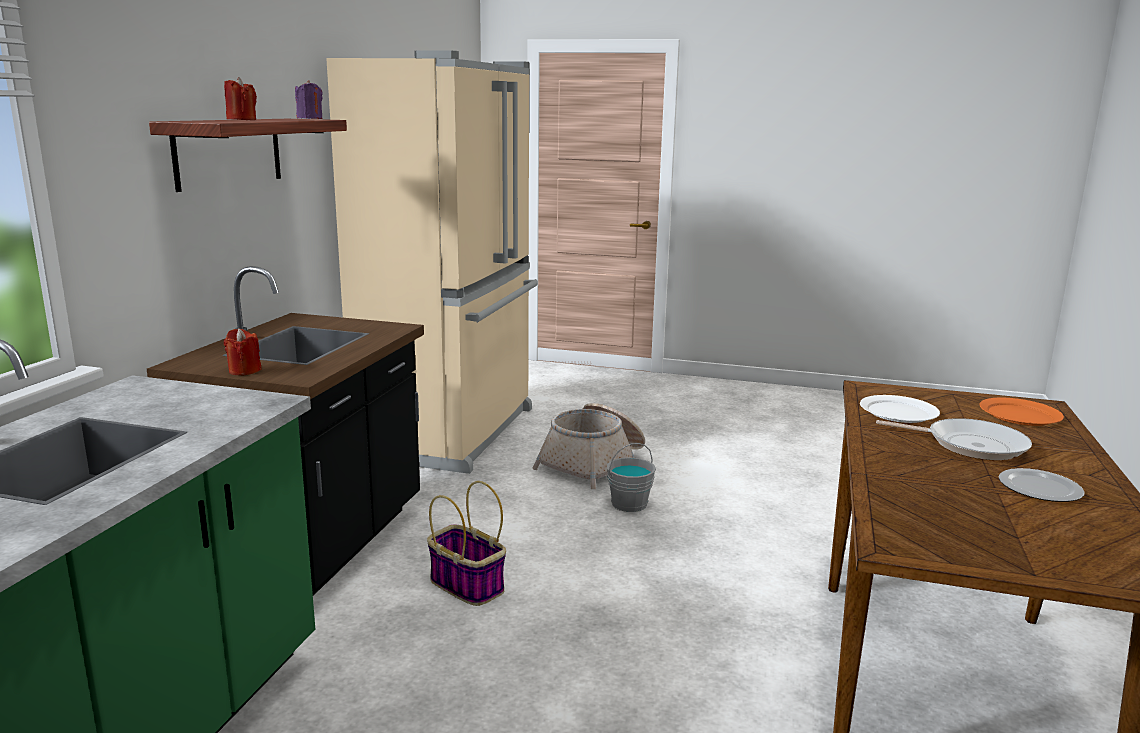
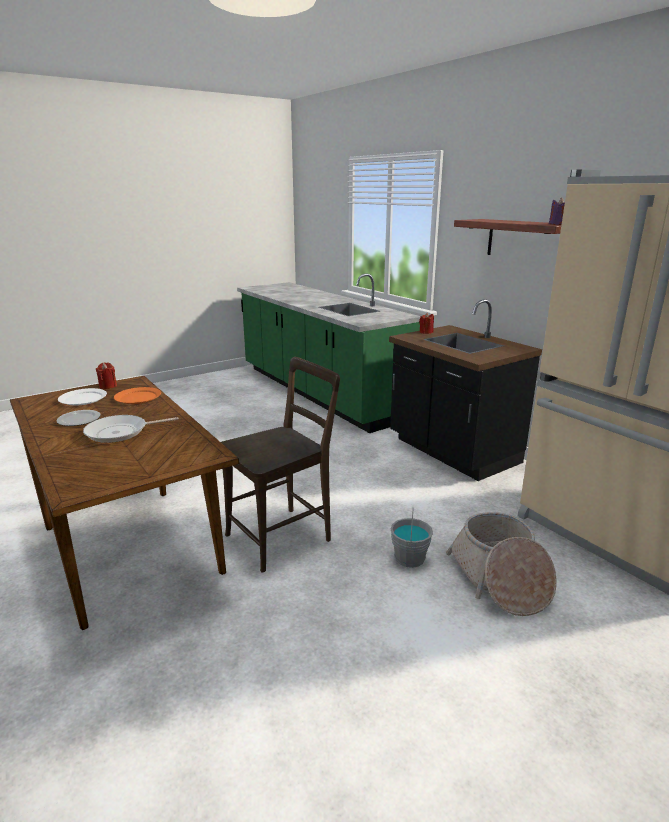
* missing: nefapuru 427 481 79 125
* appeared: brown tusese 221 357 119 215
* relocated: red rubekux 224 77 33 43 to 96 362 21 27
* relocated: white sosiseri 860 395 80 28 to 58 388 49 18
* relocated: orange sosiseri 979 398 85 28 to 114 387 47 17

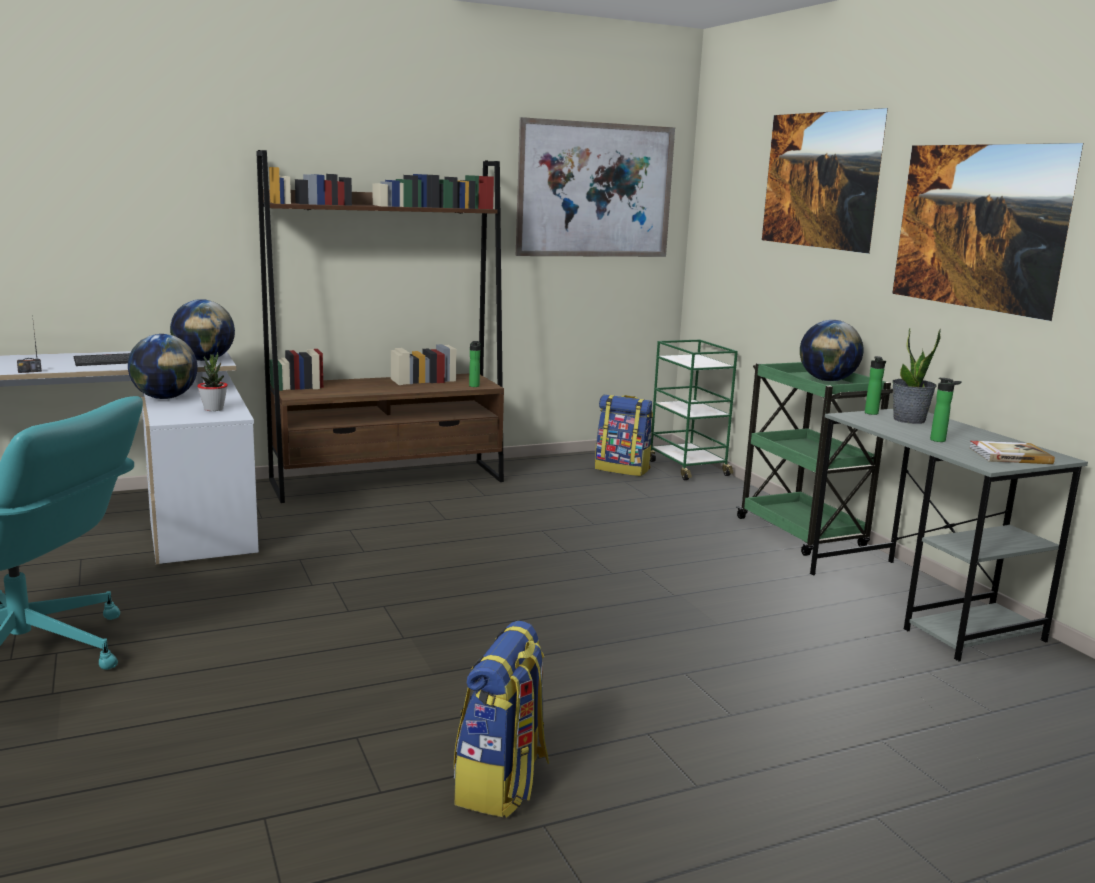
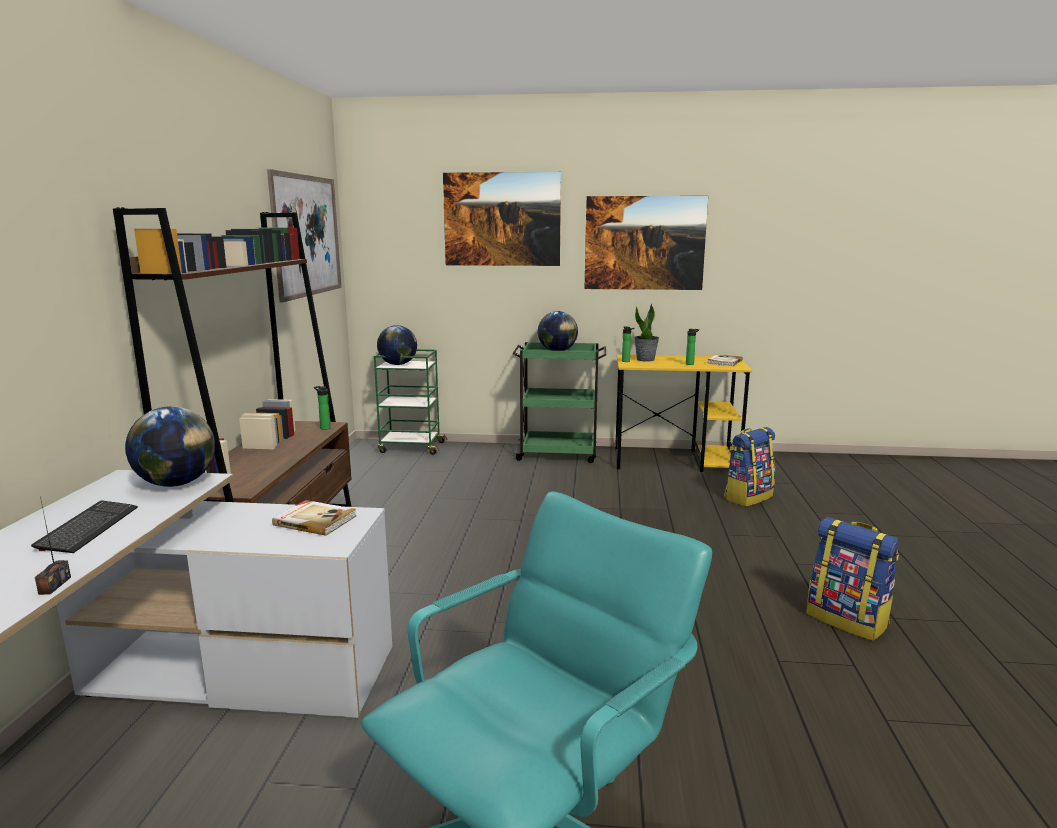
* relocated: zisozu 128 334 70 65 to 377 325 40 40
* relocated: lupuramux 595 395 58 81 to 724 427 51 80
* exchanged: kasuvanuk 197 352 31 59 to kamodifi 272 500 84 36
* colour: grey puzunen 810 409 278 252 to yellow puzunen 615 354 137 118

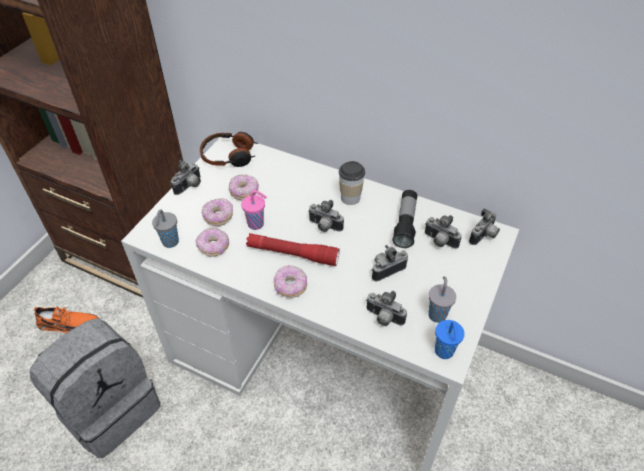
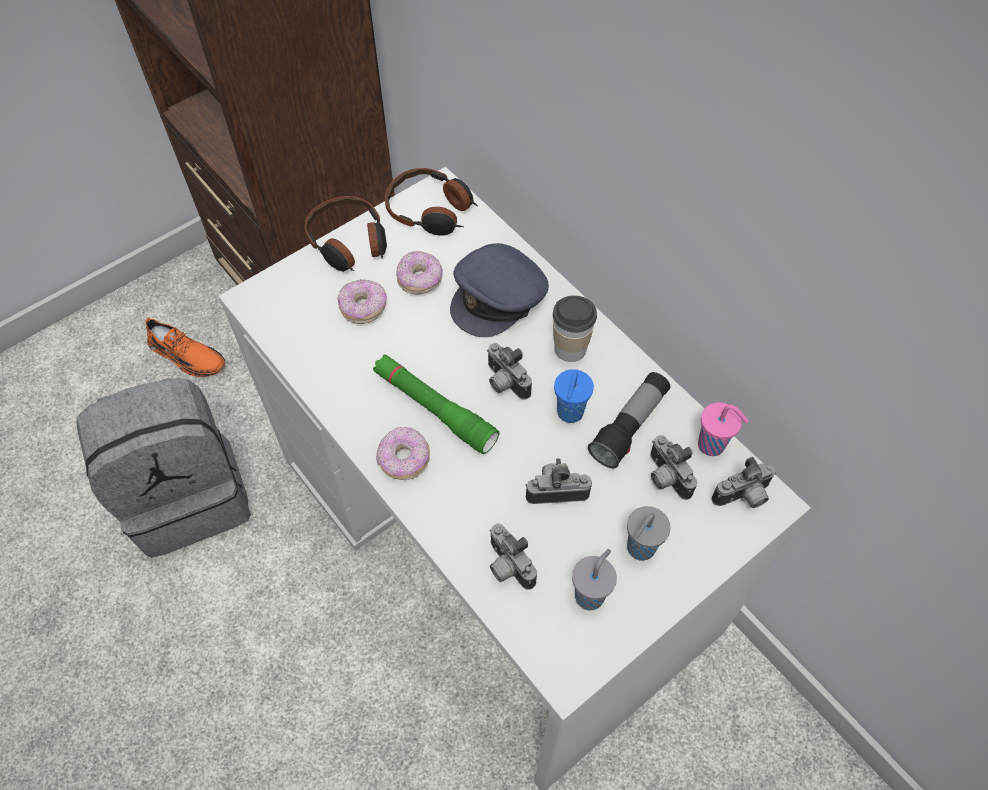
* missing: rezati 196 227 33 30
* appeared: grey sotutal 450 243 99 94
* relocated: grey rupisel 152 209 27 39 to 627 506 43 55
* relocated: pink rupisel 241 190 26 40 to 698 402 51 54
* relocated: blue rupisel 435 320 29 39 to 554 369 40 54
* exchanged: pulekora 171 160 30 35 to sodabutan 305 196 82 76
* colour: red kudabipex 246 233 94 33 to green kudabipex 373 354 127 100

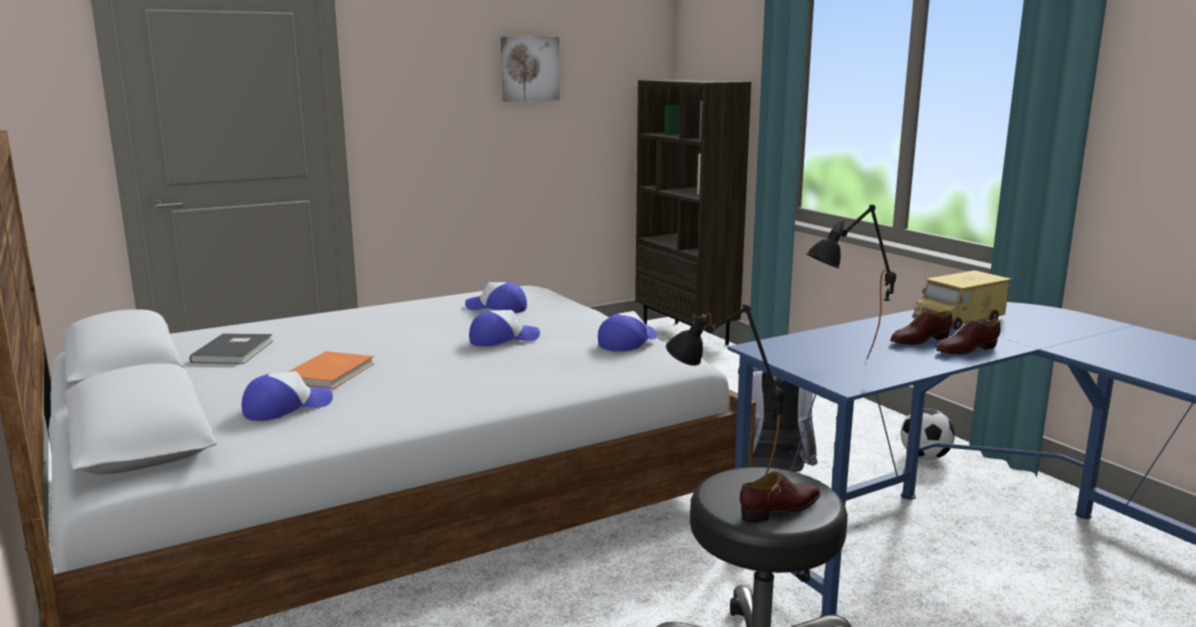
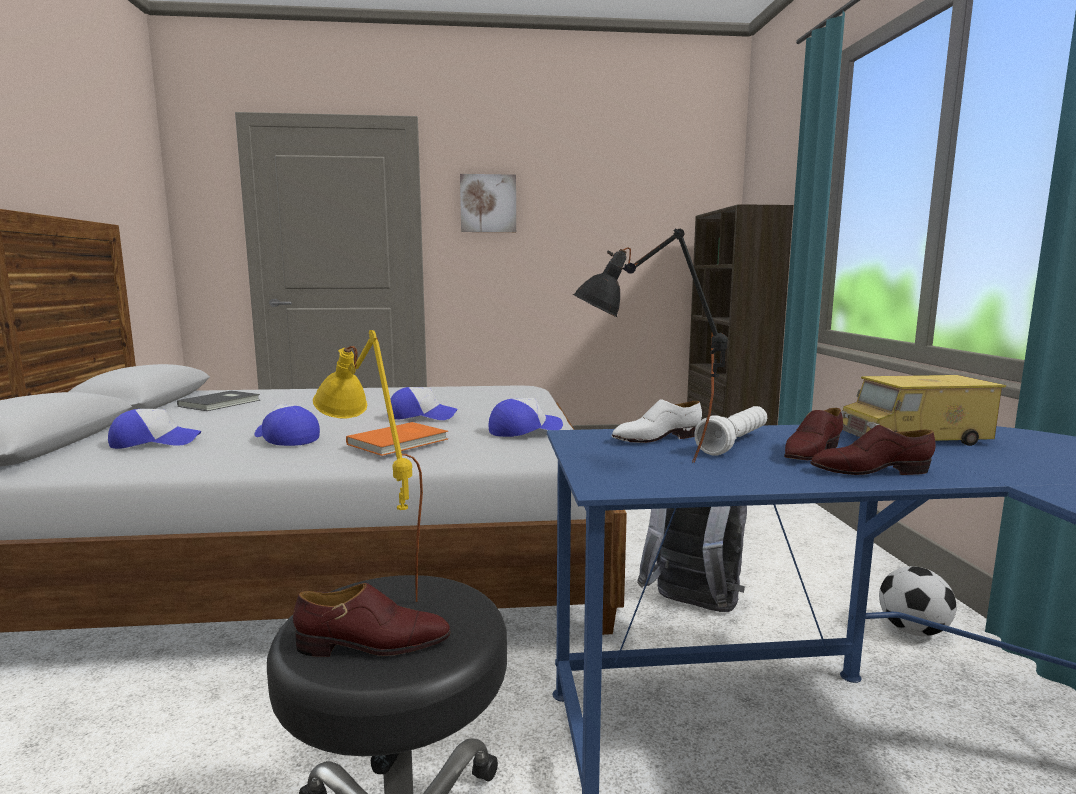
* appeared: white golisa 612 399 90 44
* appeared: white kudabipex 694 406 73 50
* relocated: orange kamodifi 288 351 86 38 to 346 422 102 34
* relocated: sotutal 465 282 62 31 to 254 404 66 42
* relocated: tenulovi 501 37 59 65 to 460 174 56 58
* colour: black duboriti 666 304 118 171 to yellow duboriti 313 330 110 272
* spun: brown golisa 890 311 62 34 = 784 408 59 52 45 degrees counterclockwise

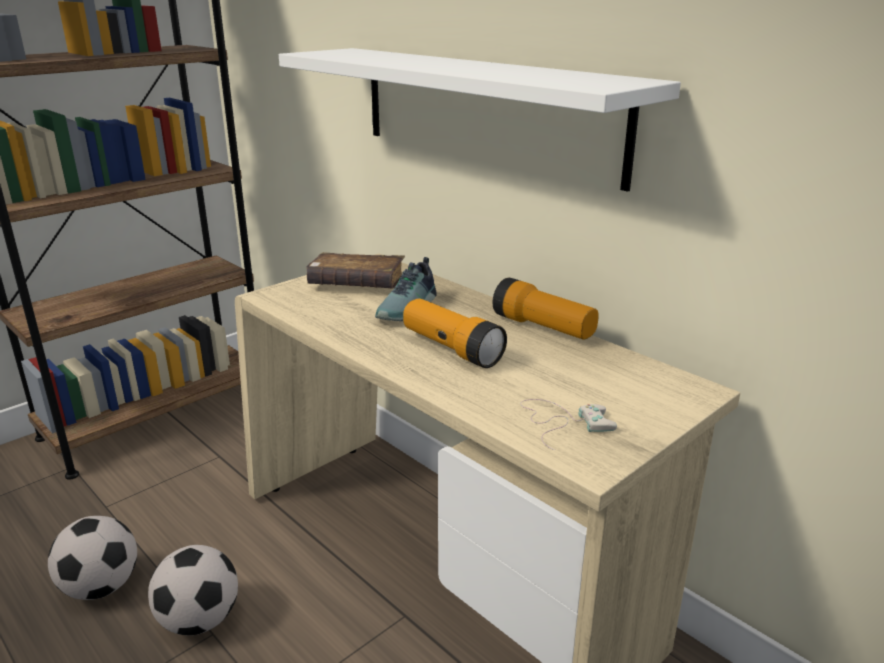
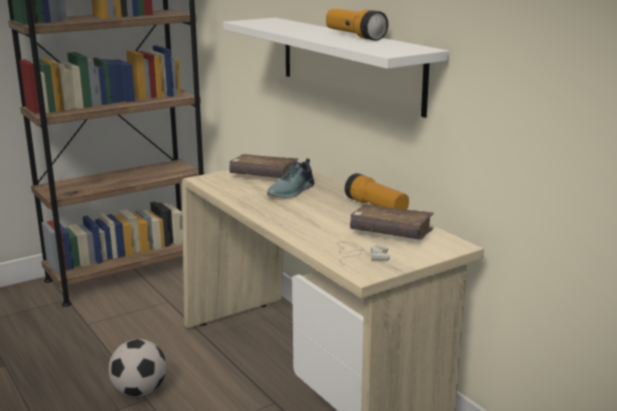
* missing: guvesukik 48 516 89 84
* appeared: brown kamodifi 350 204 84 36
* relocated: kudabipex 403 299 104 69 to 326 8 62 33

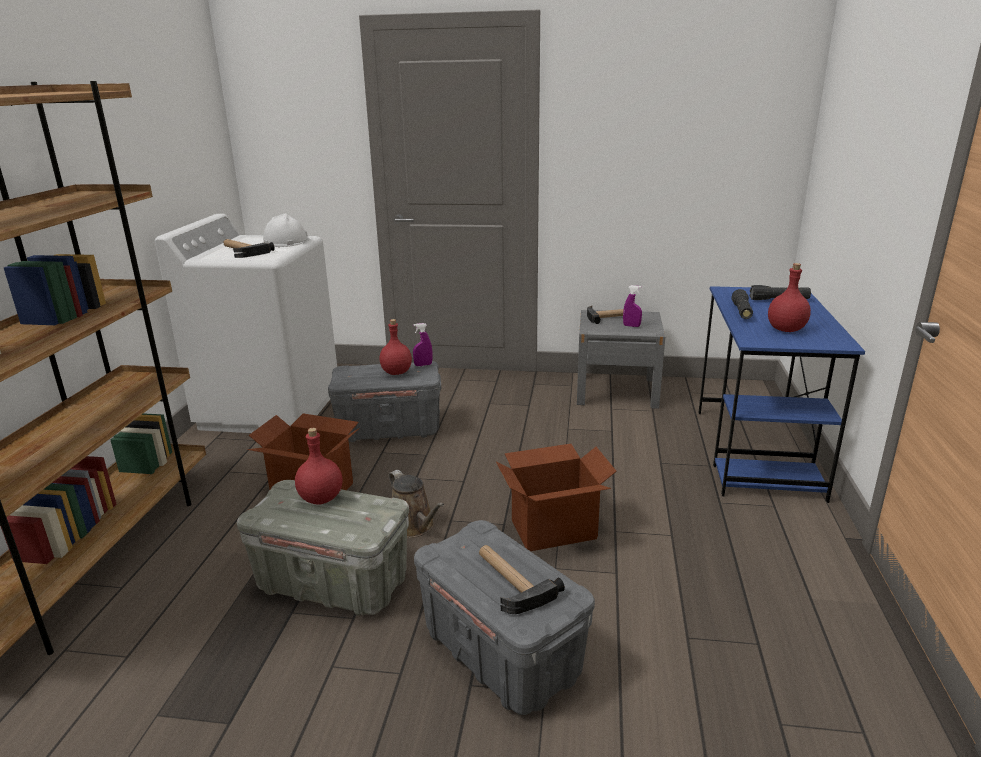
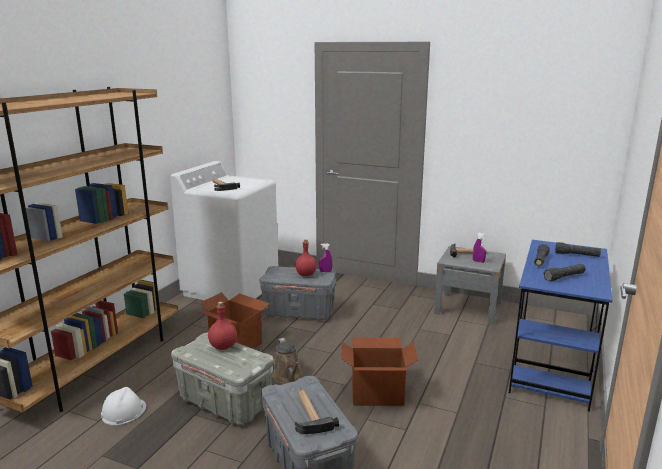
* relocated: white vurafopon 263 213 46 34 to 101 387 45 38
* exchanged: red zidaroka 768 263 43 69 to black kudabipex 543 264 43 17

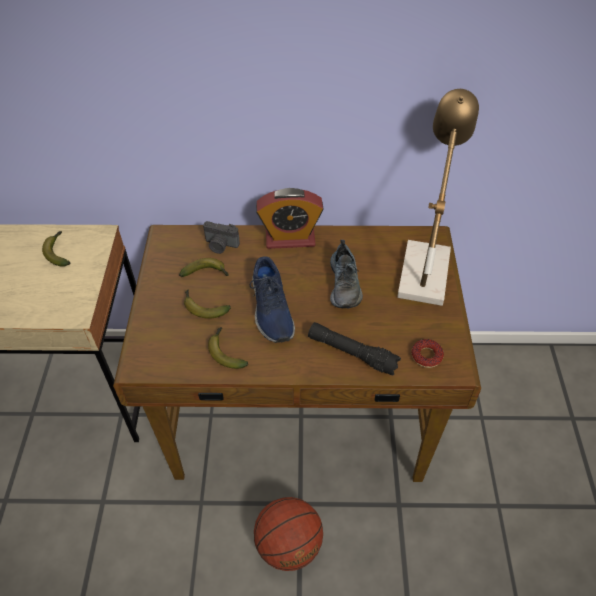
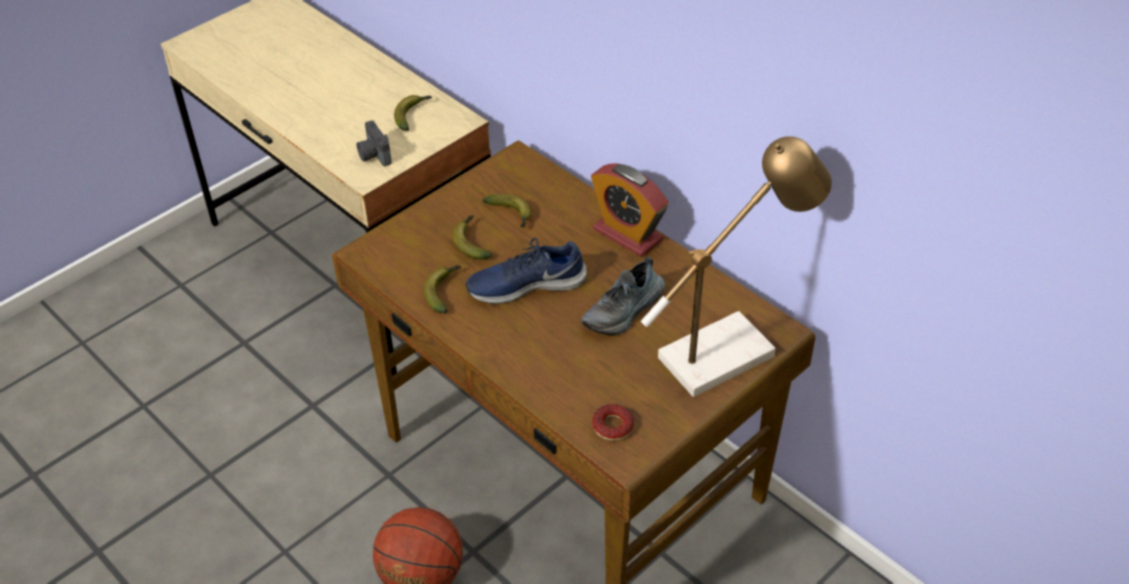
* missing: black kudabipex 308 322 93 54
* relocated: pulekora 203 221 37 33 to 356 120 36 46
* spun: blue golisa 250 256 45 87 = 466 238 121 66 45 degrees clockwise

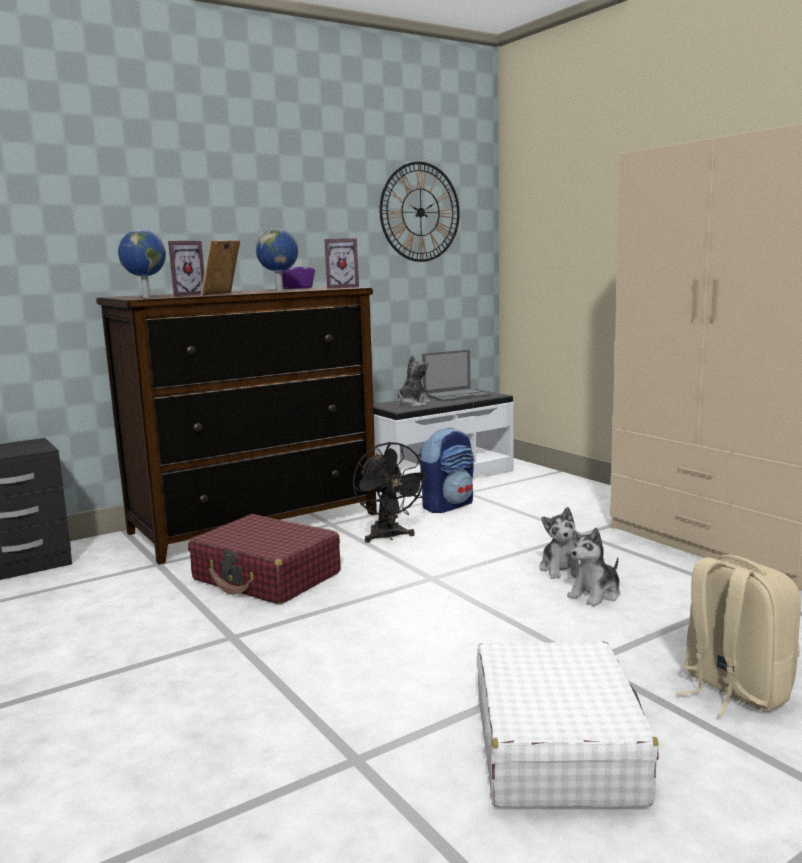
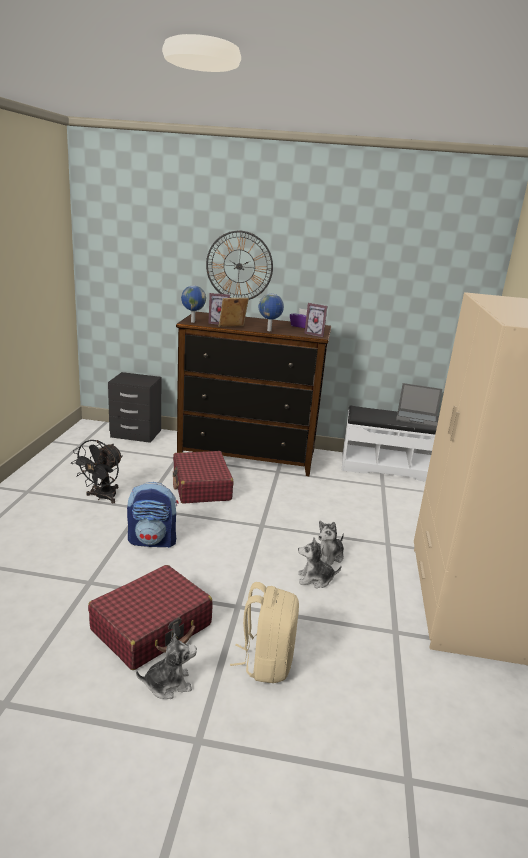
* relocated: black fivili 353 442 77 101 to 71 440 52 63
* relocated: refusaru 380 162 80 100 to 206 231 67 69
* relocated: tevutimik 397 355 34 52 to 136 634 61 65
* relocated: lupuramux 419 427 55 86 to 127 482 52 66
* colour: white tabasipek 477 641 182 166 to red tabasipek 88 565 125 105

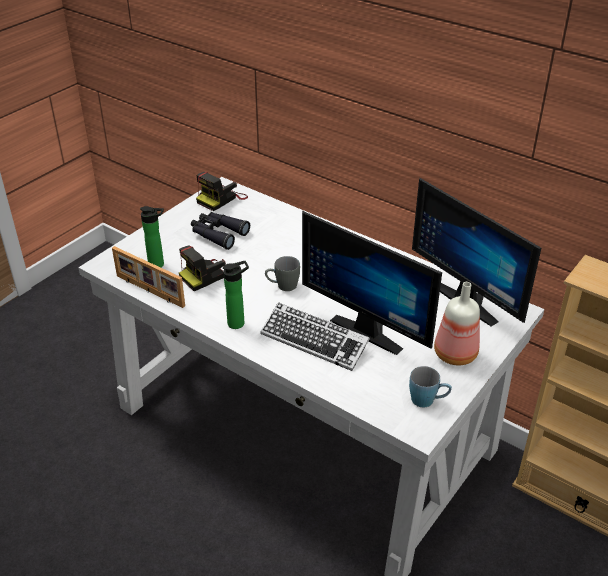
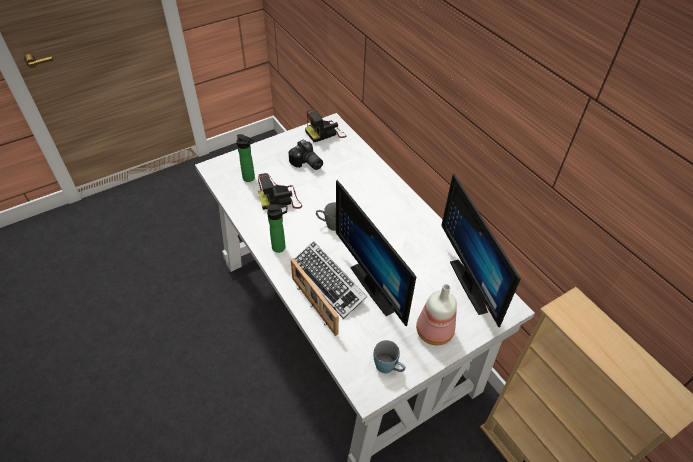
* relocated: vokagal 112 246 73 62 to 291 258 48 78
* exchanged: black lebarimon 191 212 59 38 to pulekora 288 140 35 30

